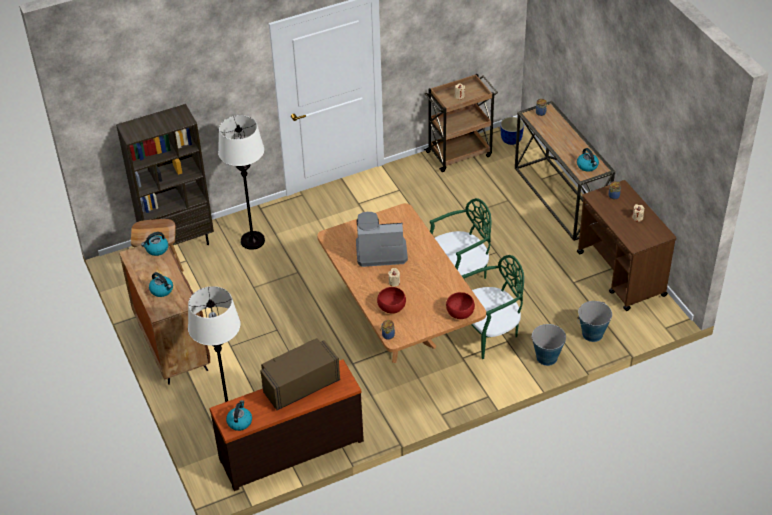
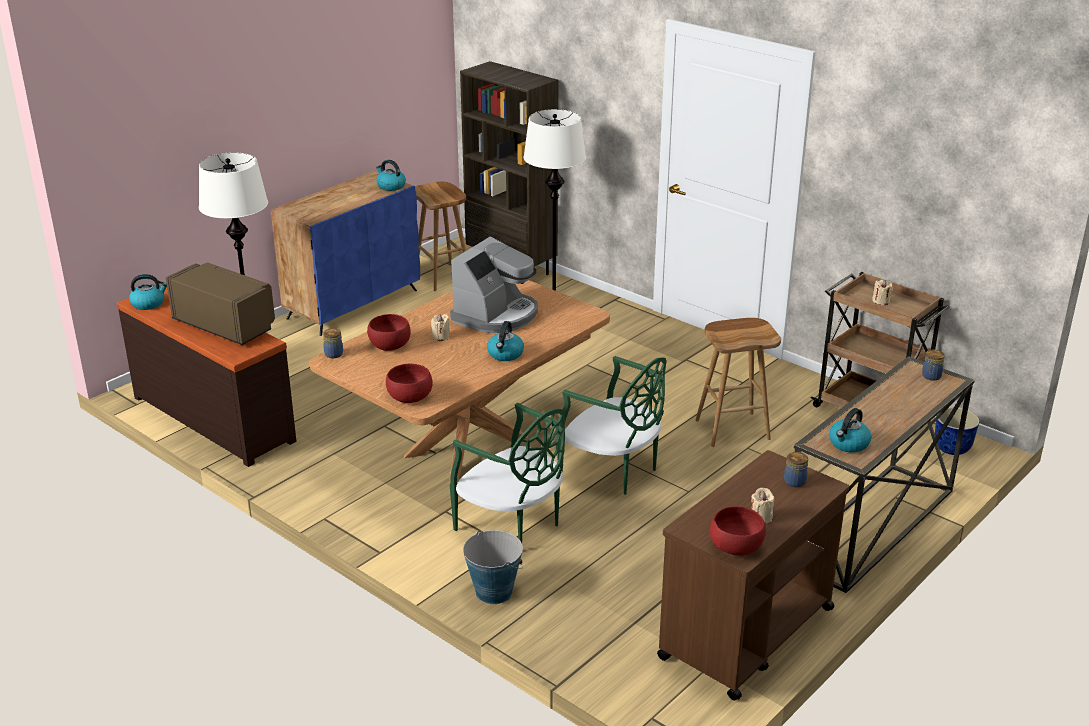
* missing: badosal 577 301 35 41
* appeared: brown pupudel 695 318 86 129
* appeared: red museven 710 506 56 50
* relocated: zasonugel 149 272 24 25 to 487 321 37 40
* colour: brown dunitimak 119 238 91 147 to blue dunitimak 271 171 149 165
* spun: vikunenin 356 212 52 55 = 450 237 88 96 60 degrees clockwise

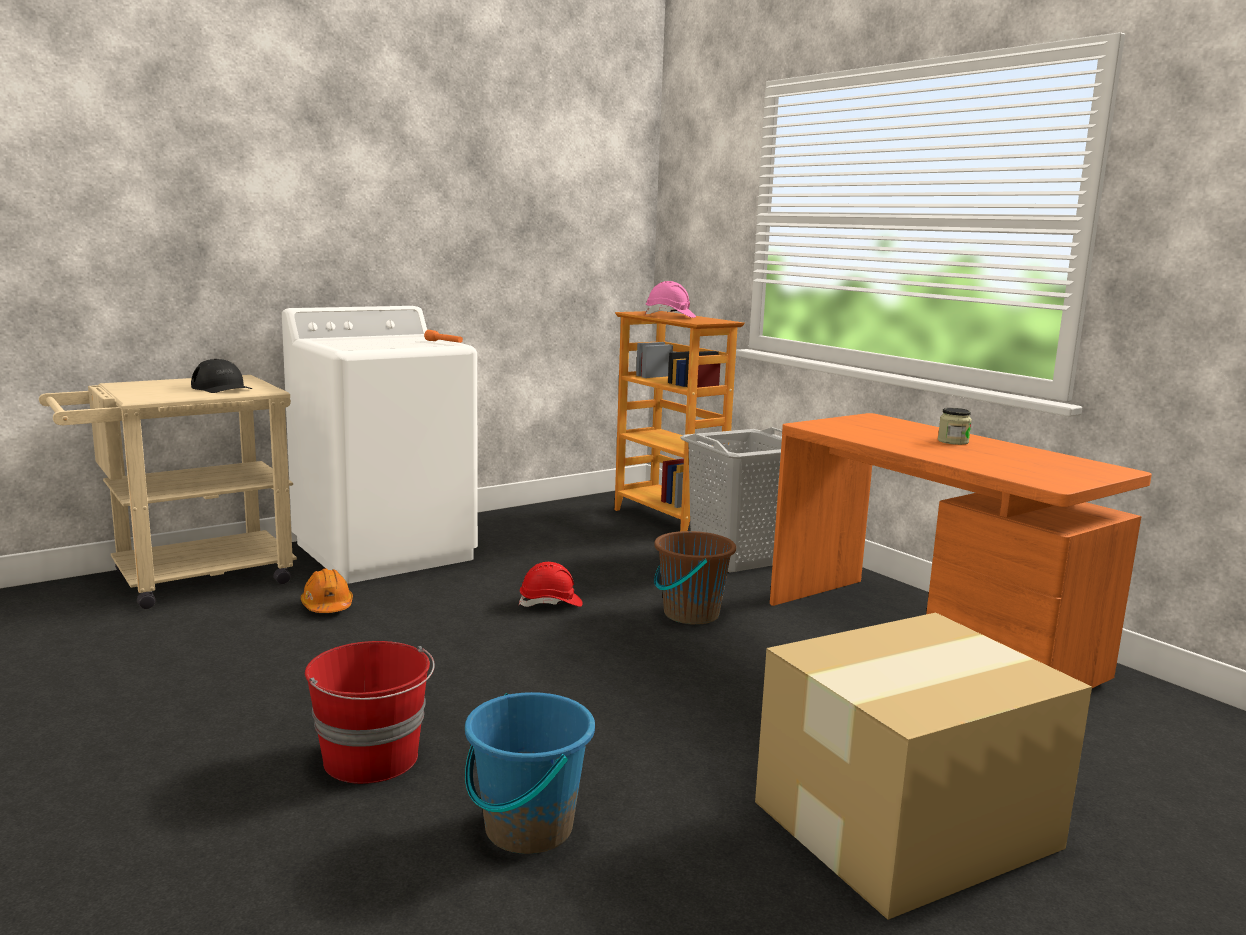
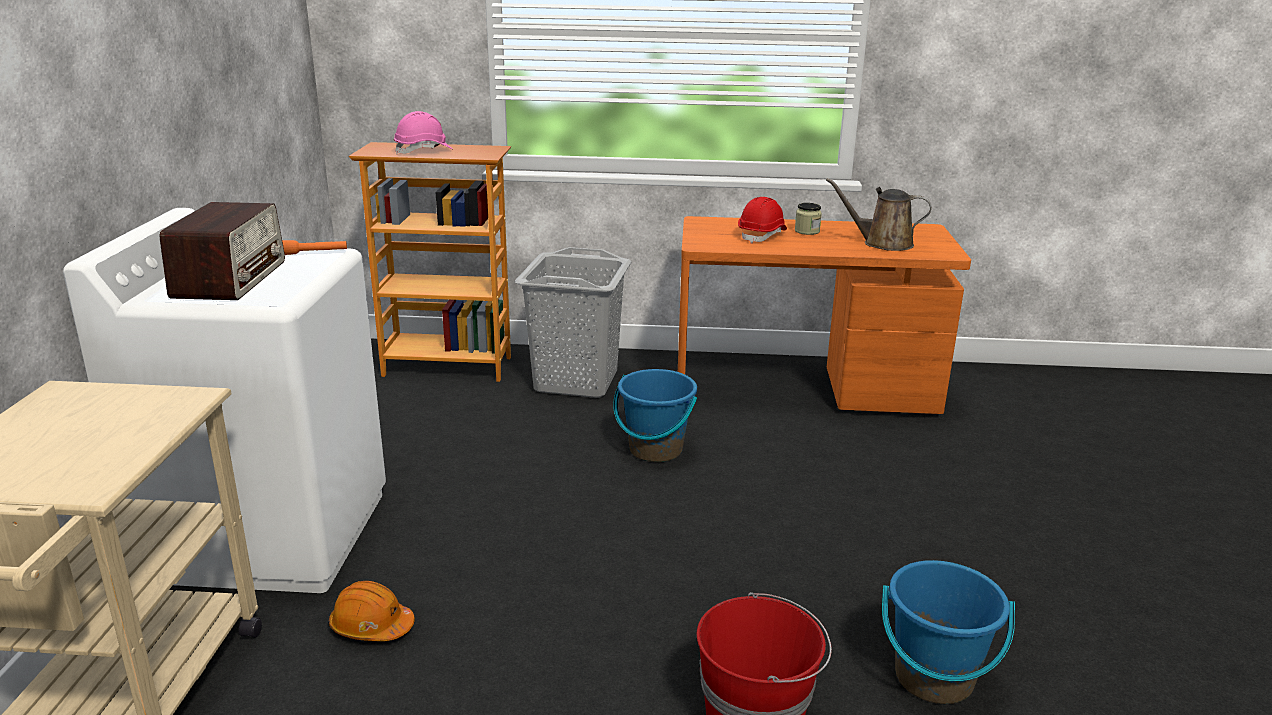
* missing: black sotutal 191 359 61 34
* missing: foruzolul 755 613 337 307
* appeared: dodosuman 159 202 126 98
* appeared: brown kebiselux 826 178 106 73
* relocated: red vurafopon 519 562 64 45 to 738 197 49 47
* colour: brown badosal 654 531 82 94 to blue badosal 613 369 84 93

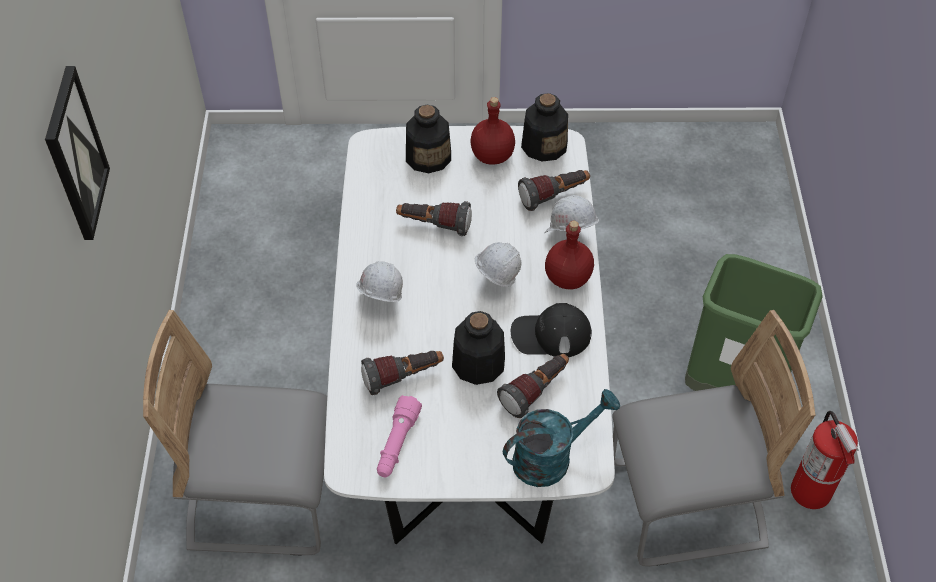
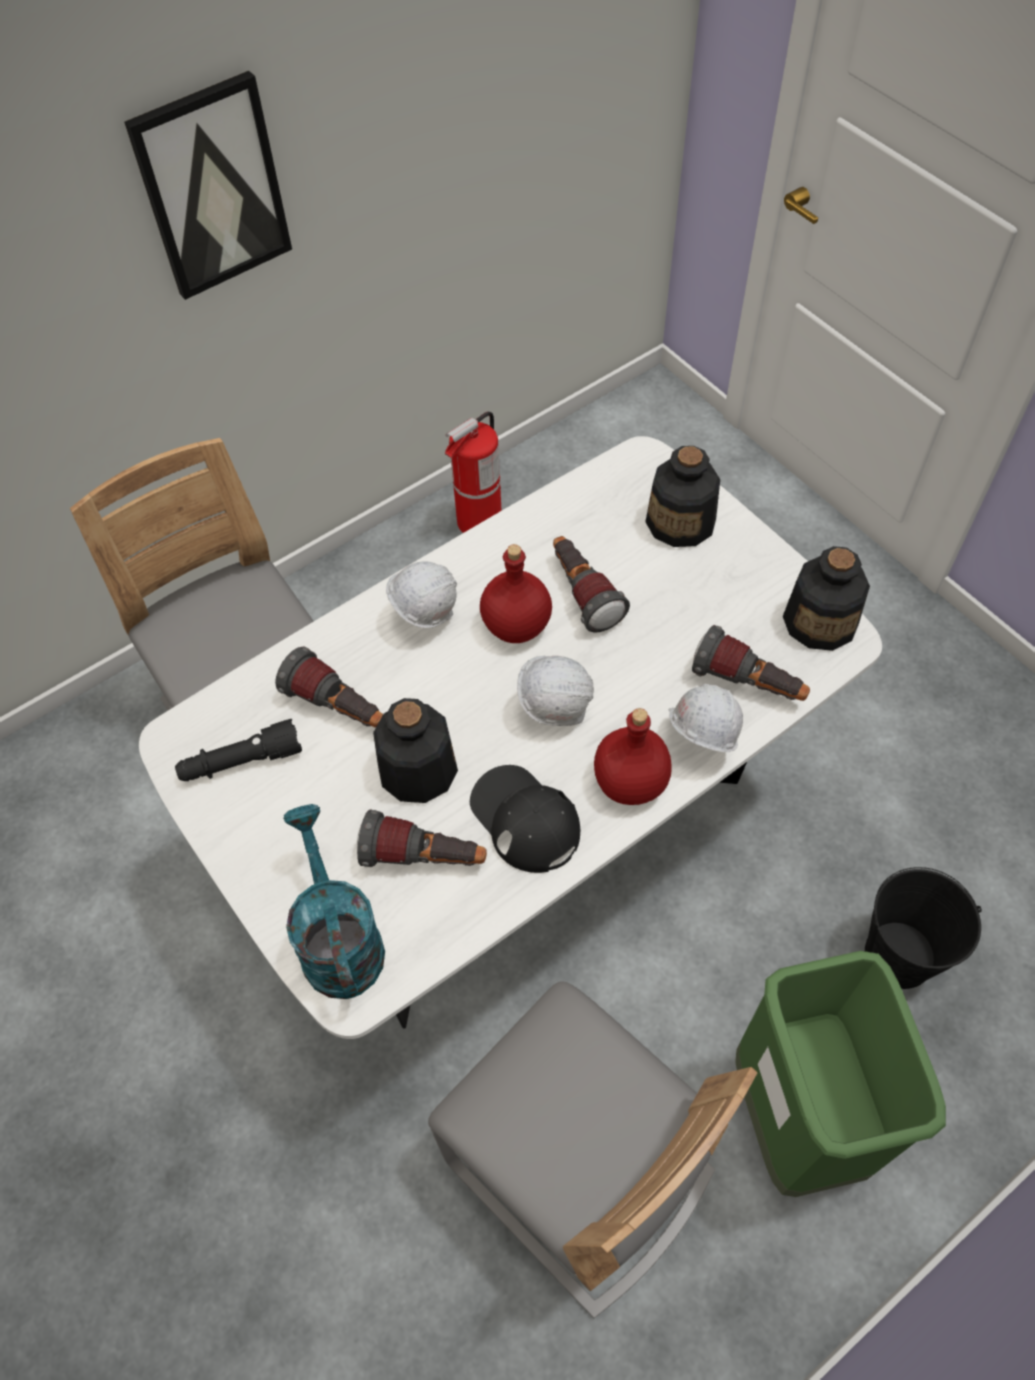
* appeared: black badosal 865 867 117 122
* relocated: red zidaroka 471 97 44 68 to 480 544 72 99
* relocated: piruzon 791 411 68 98 to 445 411 57 122
* colour: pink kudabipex 377 395 45 82 to black kudabipex 175 719 127 62
* spun: turquoise kebiselux 503 389 117 98 = 283 804 102 195 135 degrees counterclockwise

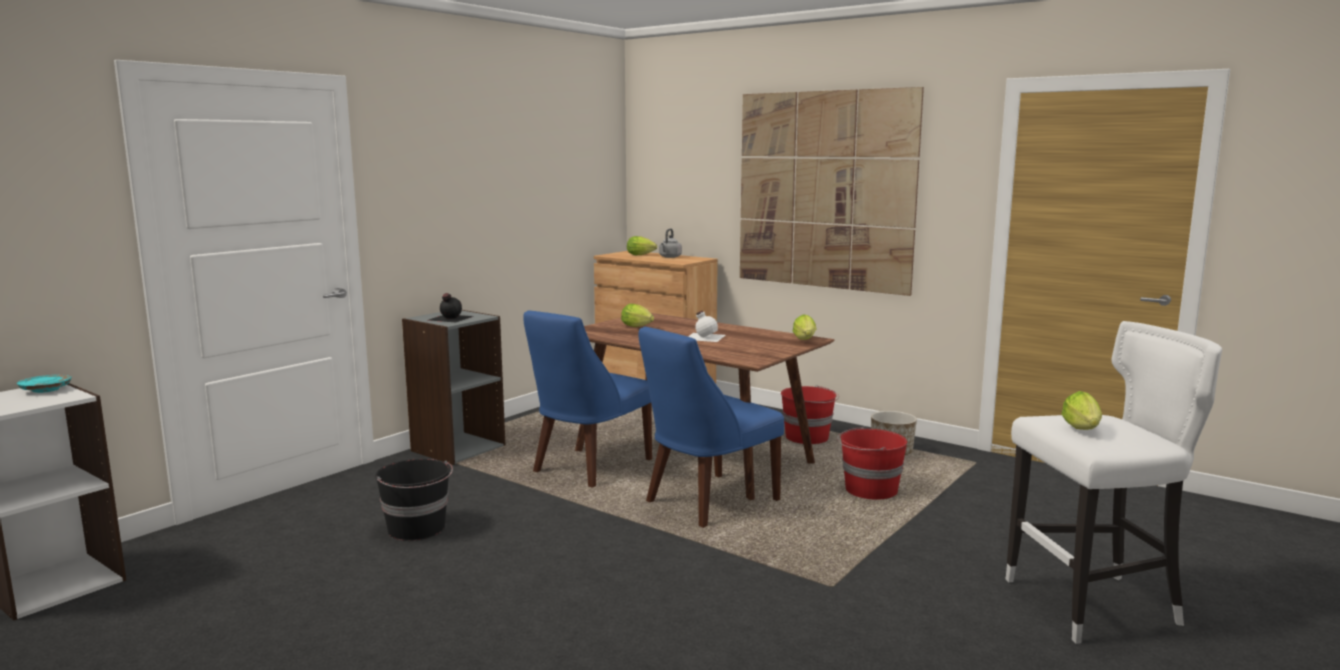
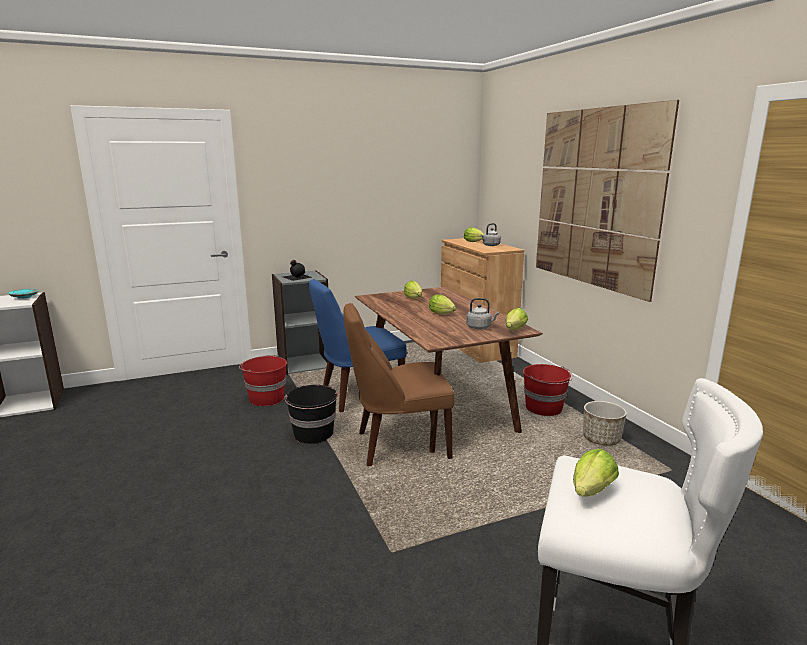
* appeared: grey zasonugel 466 298 33 31
* relocated: black badosal 375 459 78 82 to 284 385 54 59
* relocated: red badosal 837 427 70 73 to 239 355 48 51
* exchanged: white zidaroka 688 311 37 31 to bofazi 429 294 27 21
* colour: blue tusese 639 327 145 201 to brown tusese 343 303 111 163

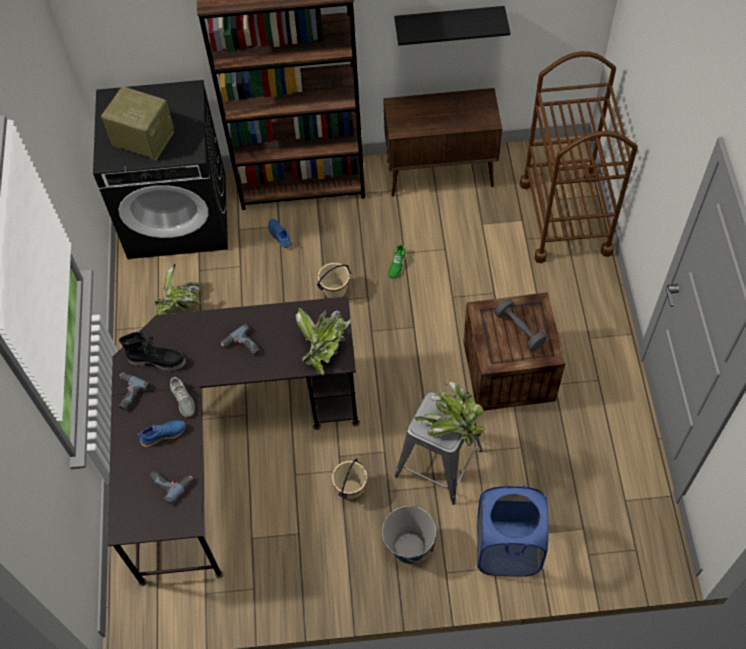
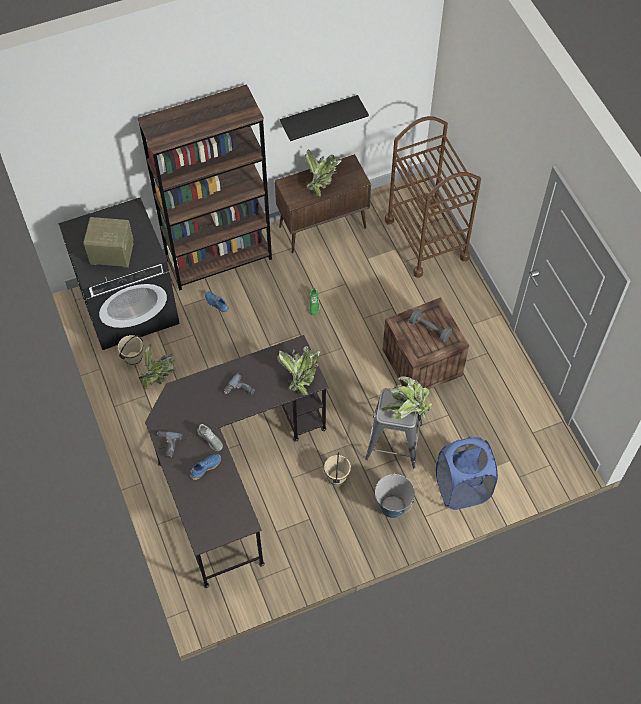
* missing: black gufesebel 119 332 67 39
* missing: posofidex 150 471 43 33
* appeared: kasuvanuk 304 150 38 47
* relocated: beige badosal 317 263 34 35 to 118 335 25 31

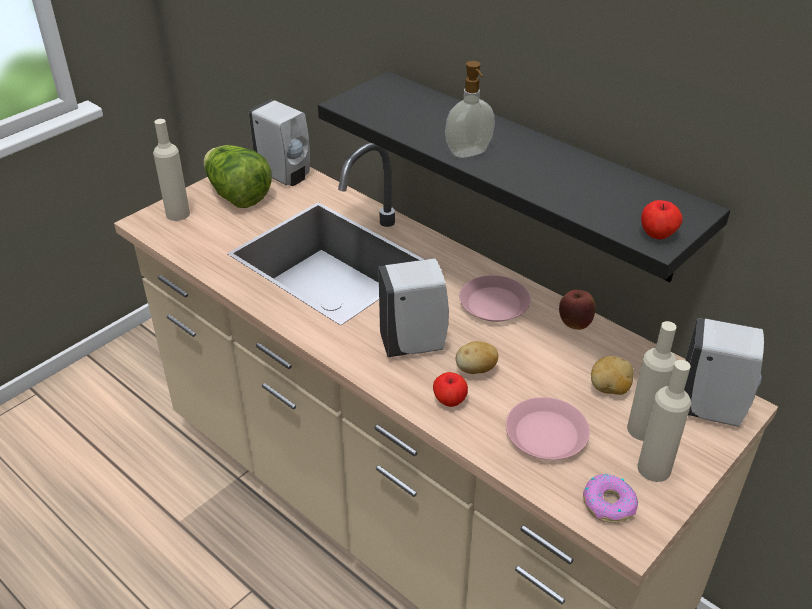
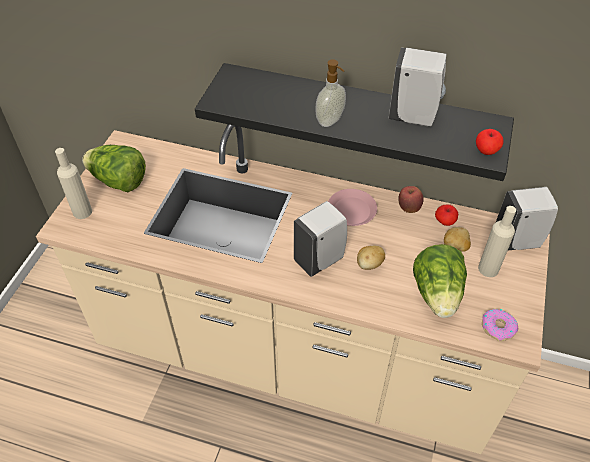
* missing: beige zidaroka 638 360 53 122
* relocated: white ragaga 249 99 61 87 to 388 47 58 80
* relocated: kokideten 433 372 35 35 to 435 204 23 22
* exchanged: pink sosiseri 506 397 84 63 to bofazi 413 244 54 74

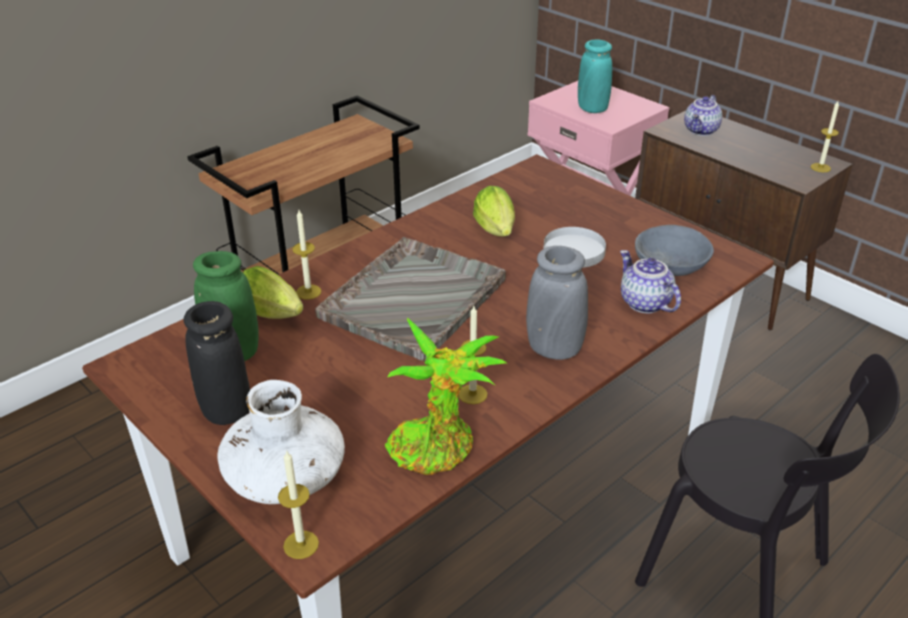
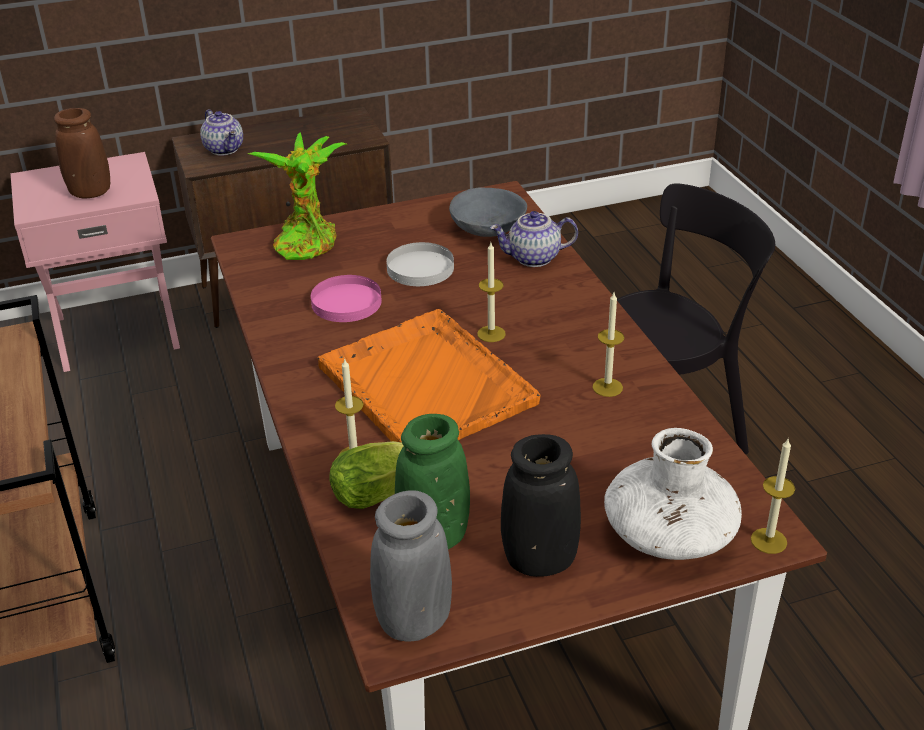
* relocated: kasuvanuk 385 317 122 158 to 248 132 99 128
* relocated: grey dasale 526 246 62 114 to 370 490 82 151
* relocated: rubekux 811 101 28 71 to 477 243 29 99
* exchanged: bofazi 473 186 42 50 to pink sosiseri 311 275 71 47
* colour: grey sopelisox 315 237 191 124 to orange sopelisox 317 309 224 134
* colour: turquoise dasale 578 39 34 74 to brown dasale 54 108 56 90

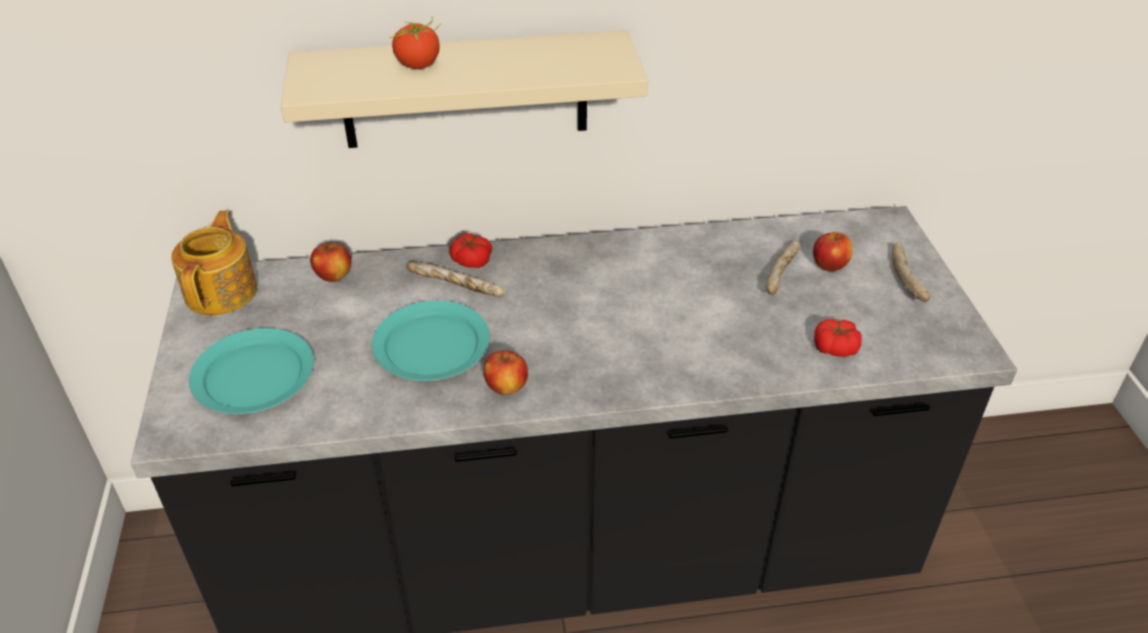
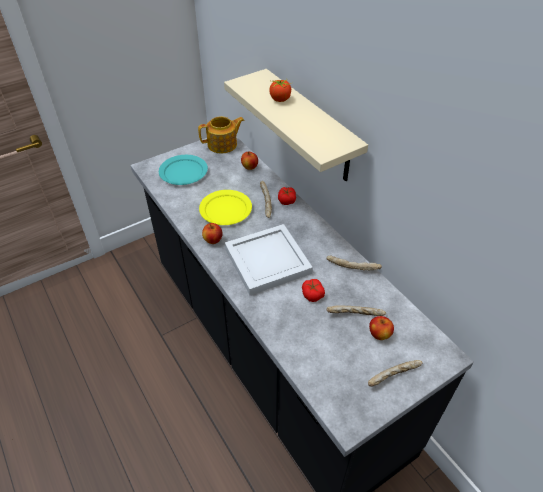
* appeared: white sopelisox 225 224 88 71
* appeared: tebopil 326 256 56 15
* relocated: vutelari 814 319 48 38 to 302 279 23 23
* colour: turquoise sosiseri 372 301 118 80 to yellow sosiseri 199 190 53 35

